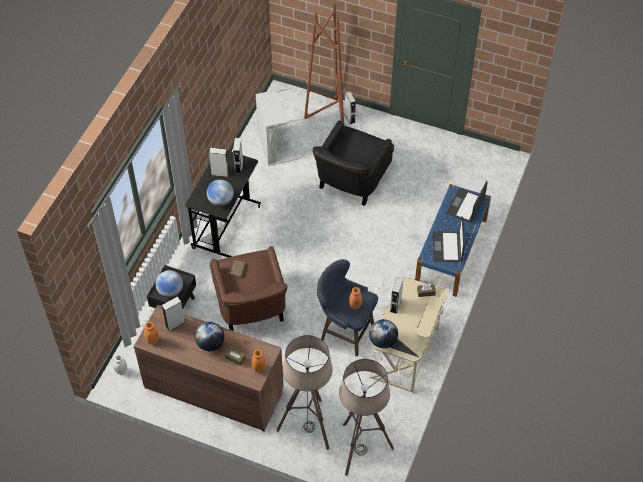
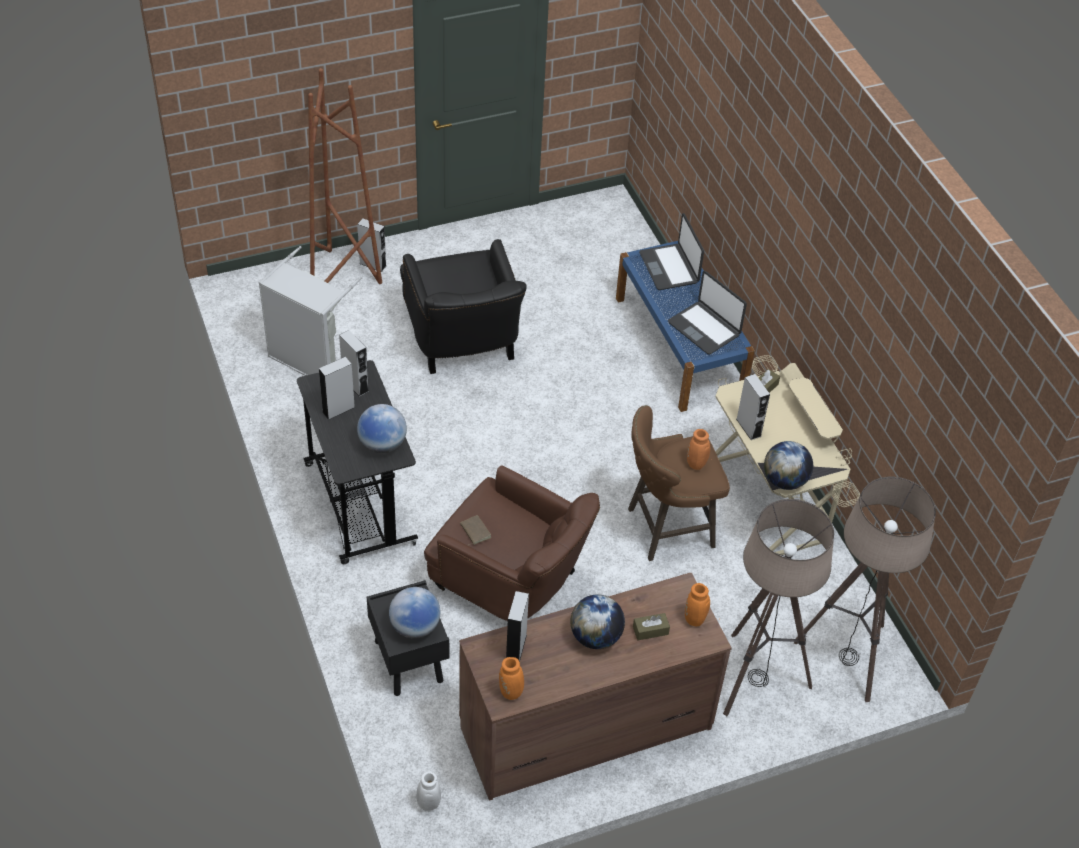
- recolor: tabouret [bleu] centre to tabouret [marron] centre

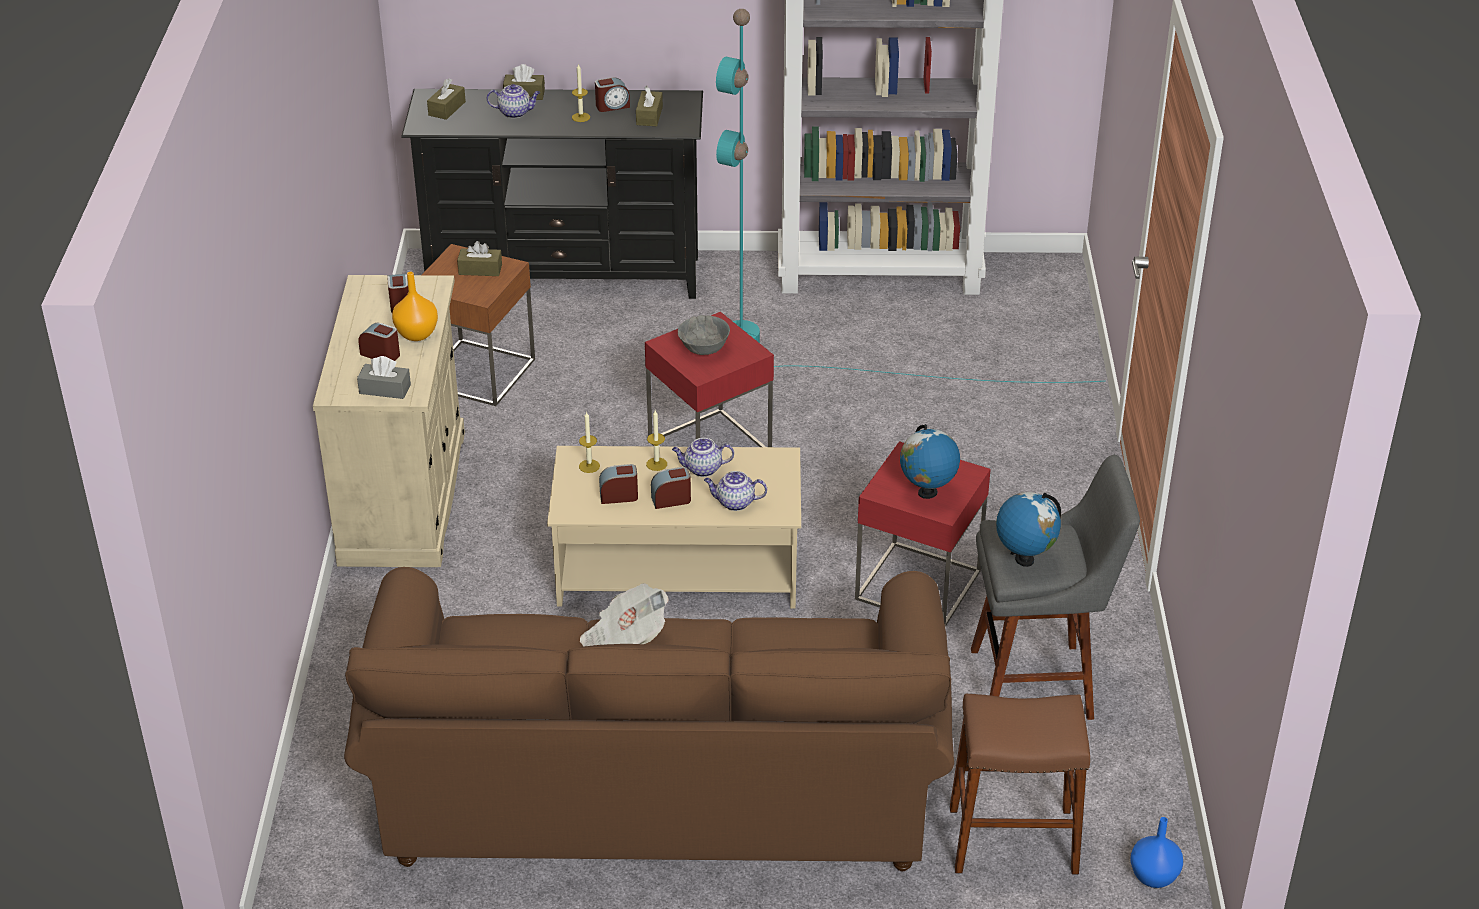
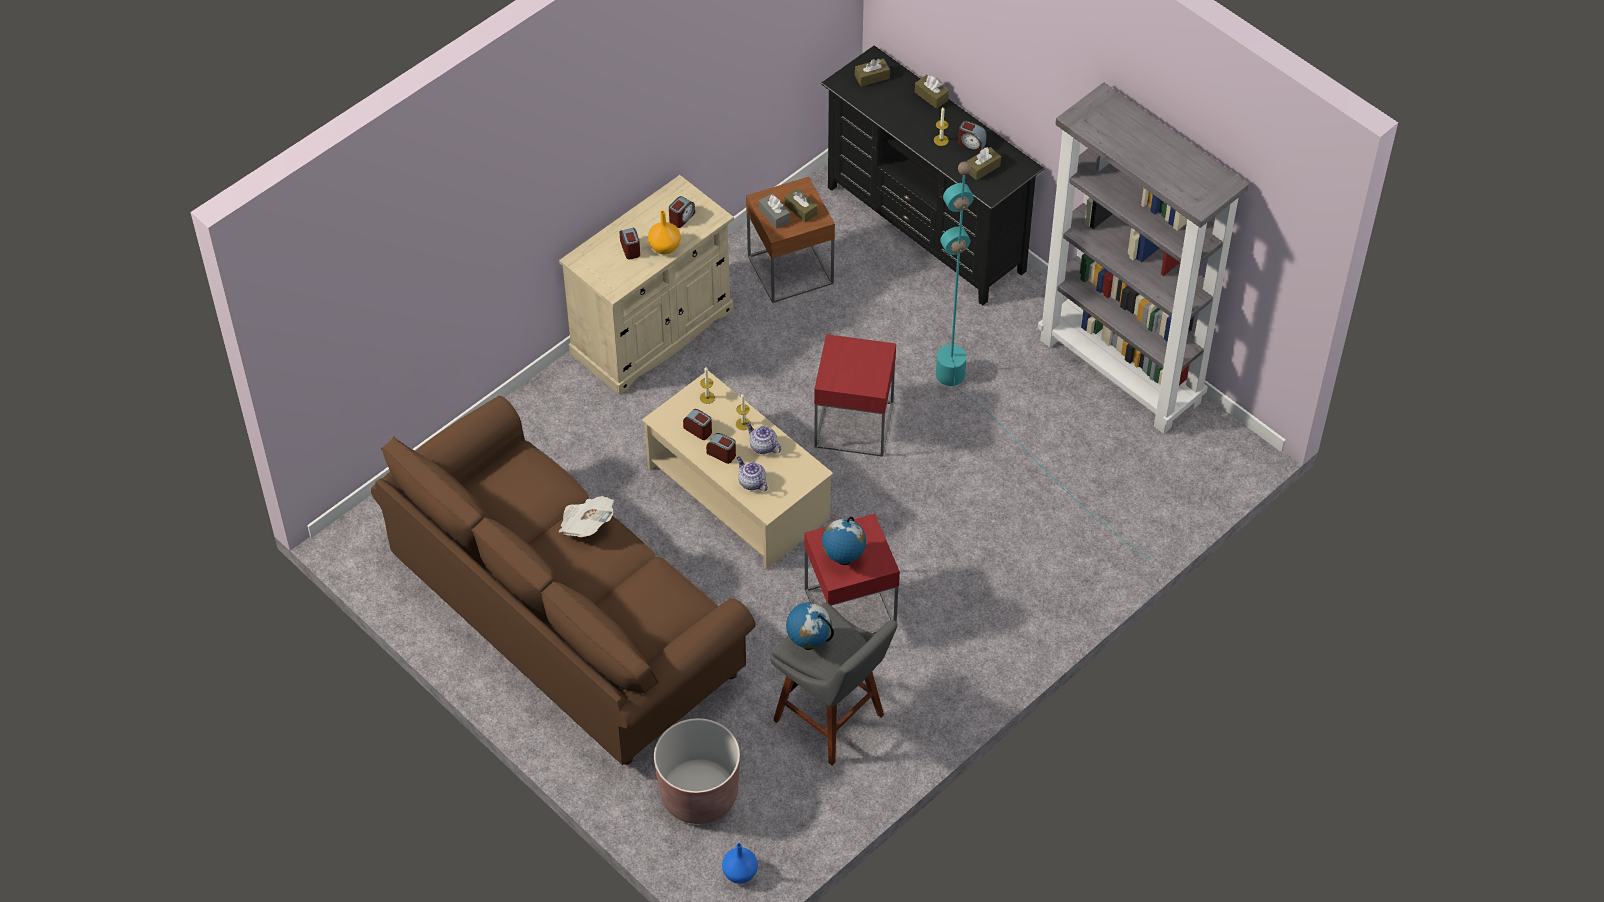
- move: boîte à mouchoirs [gris] middle left to top centre
- delete: théière (1st from left) top centre
- delete: bol [gris] centre
- replace: tabouret [marron] bottom right to cache-pot [marron] bottom centre

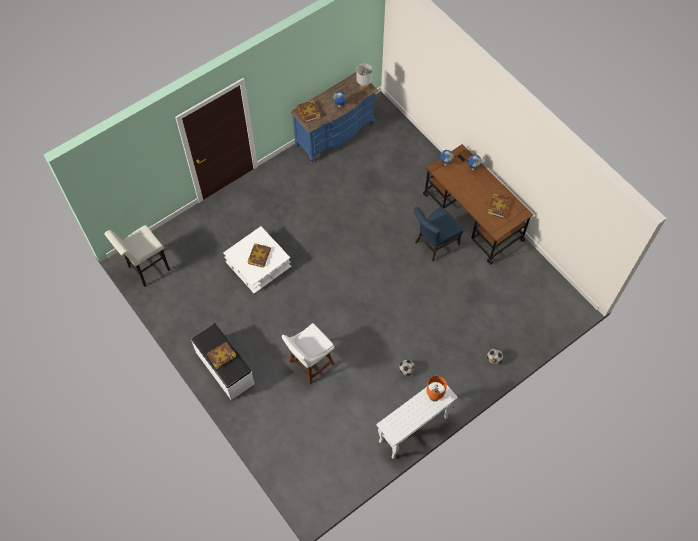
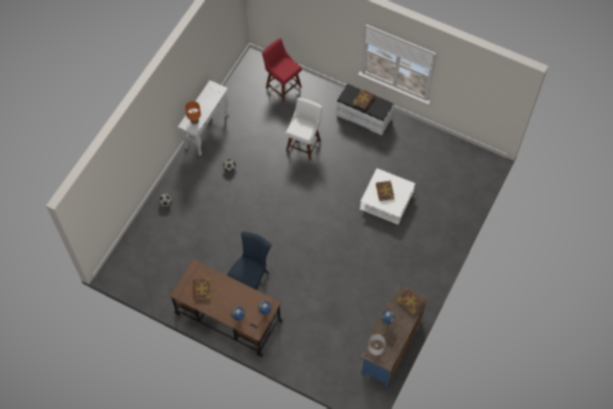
- delete: tabouret [blanc] (1st from left) middle left
- insert: tabouret [rouge] top centre

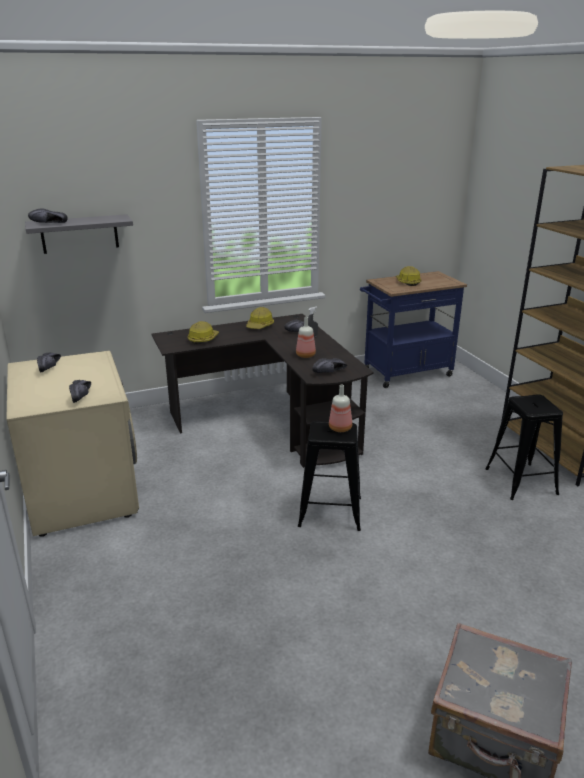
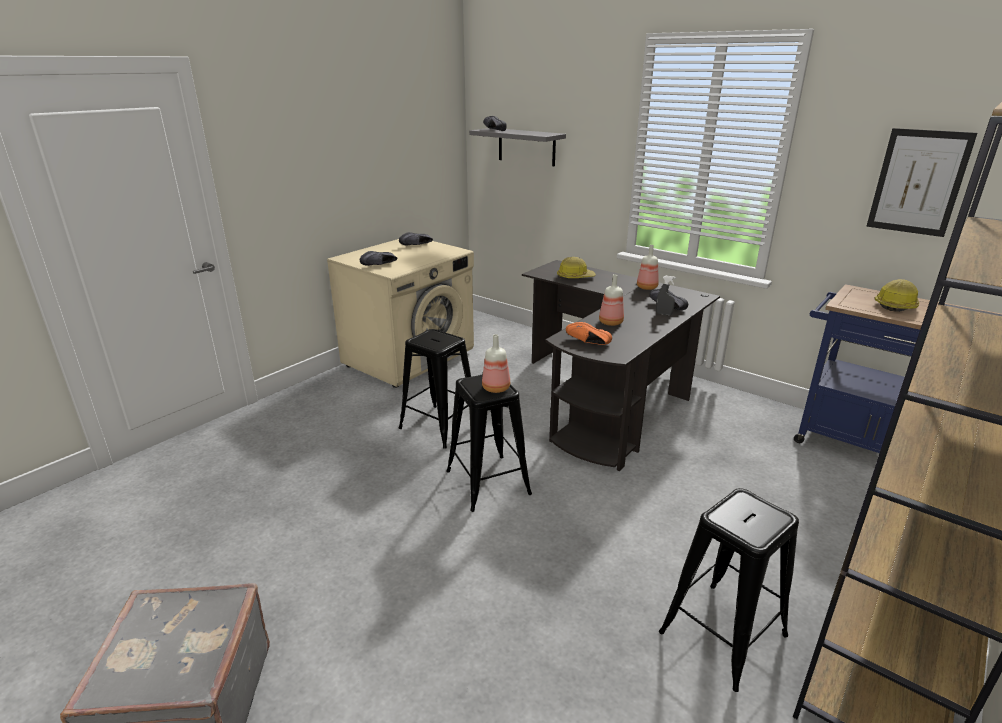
- replace: casque de chantier (2nd from left) centre to bouteille (3rd from left) centre
- recolor: chaussure [noir] (5th from left) centre to chaussure [orange] centre
- insert: tabouret [noir] (1st from left) centre
- insert: tableau top right

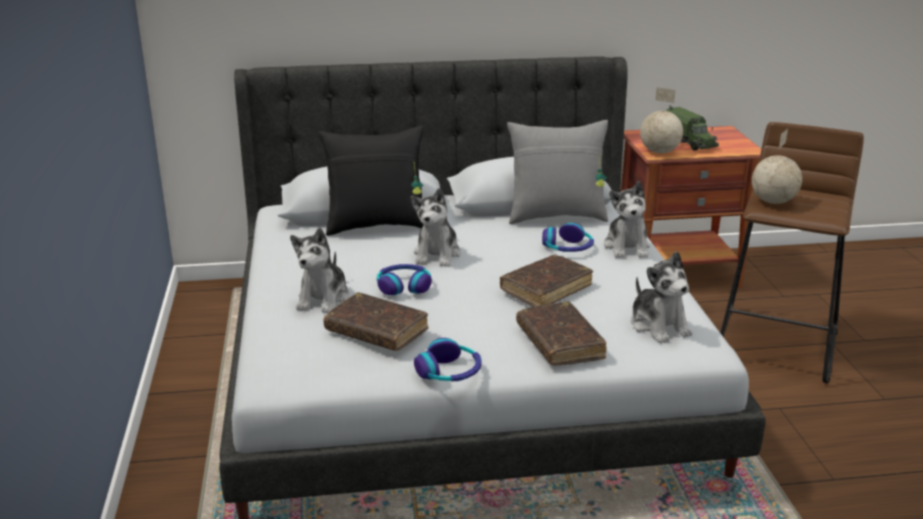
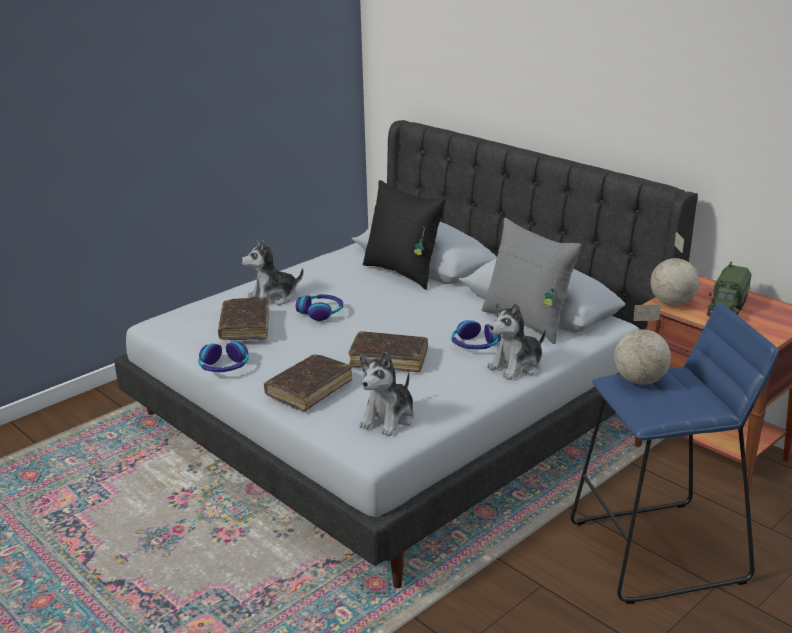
- delete: peluche (2nd from left) centre
- recolor: tabouret [marron] middle right to tabouret [bleu] bottom right

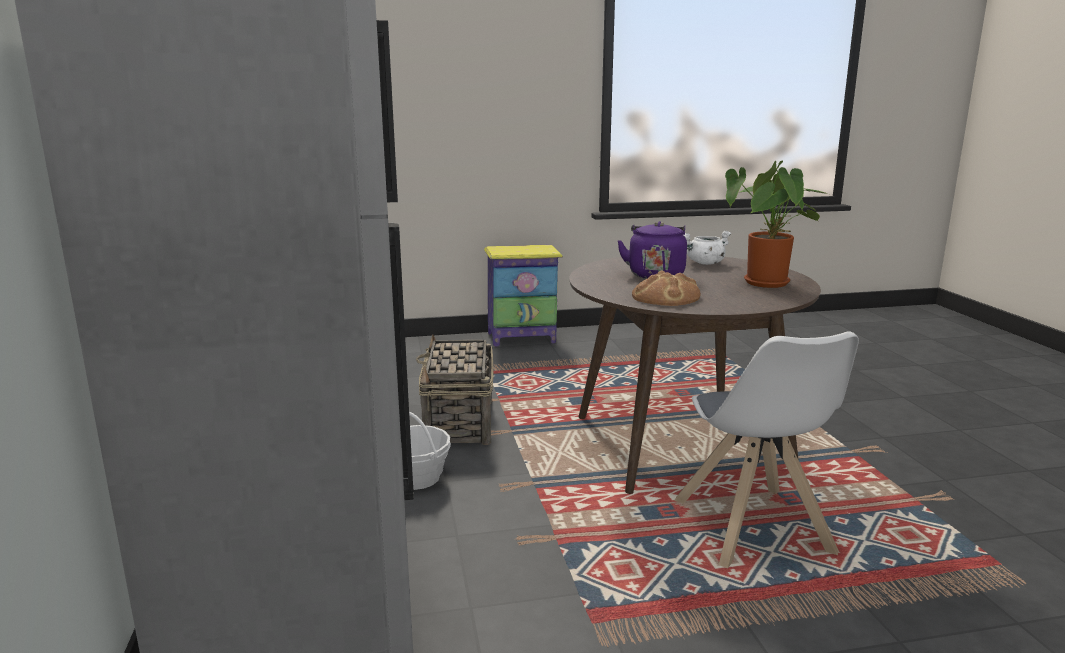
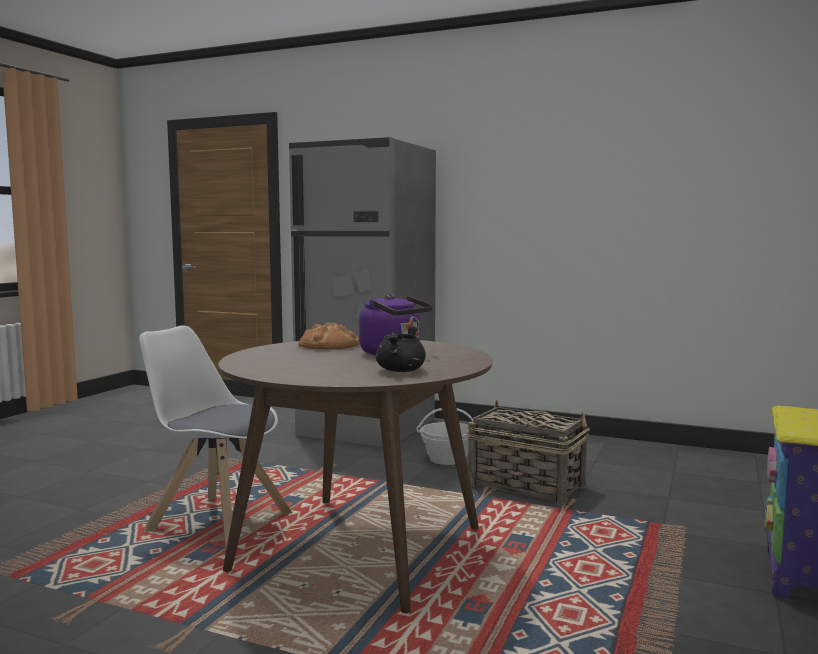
- recolor: marmite [blanc] centre to marmite [noir] centre
- delete: plante en pot middle right

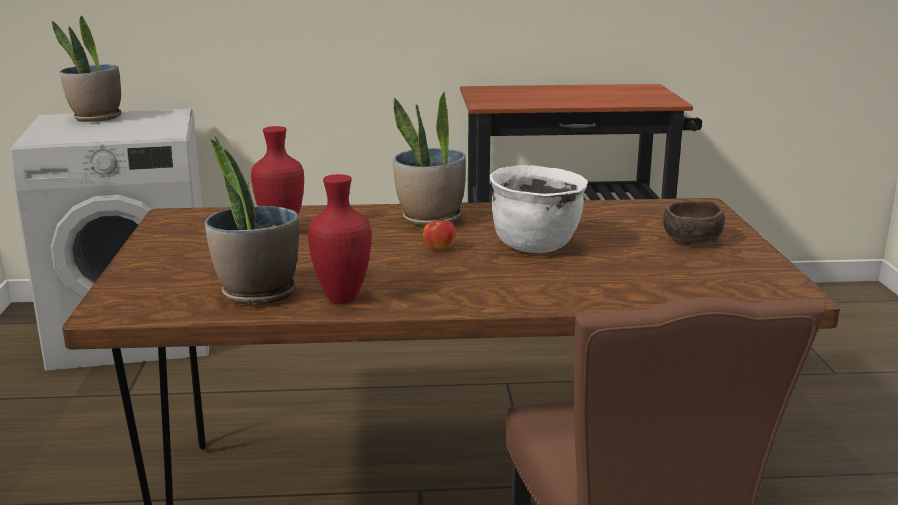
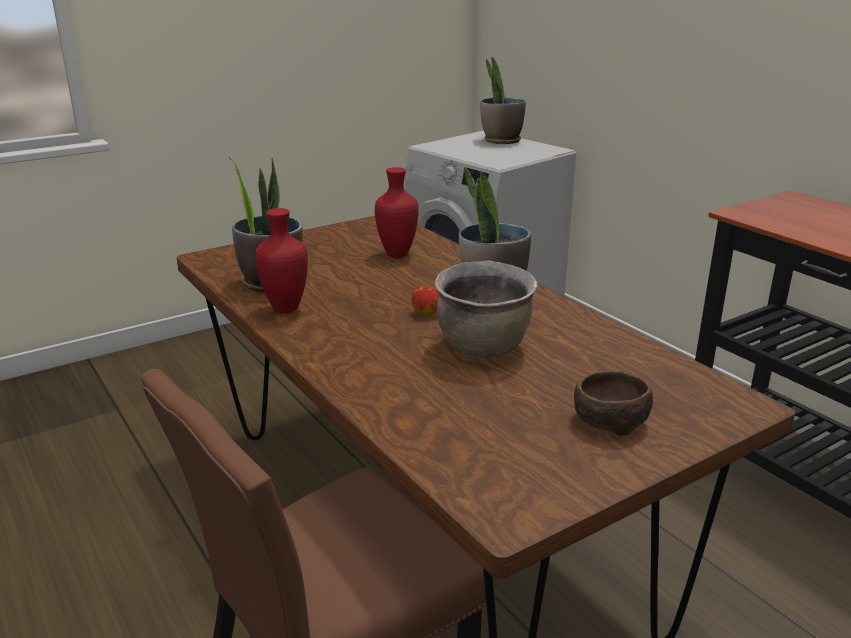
- recolor: marmite [blanc] centre to marmite [marron] centre

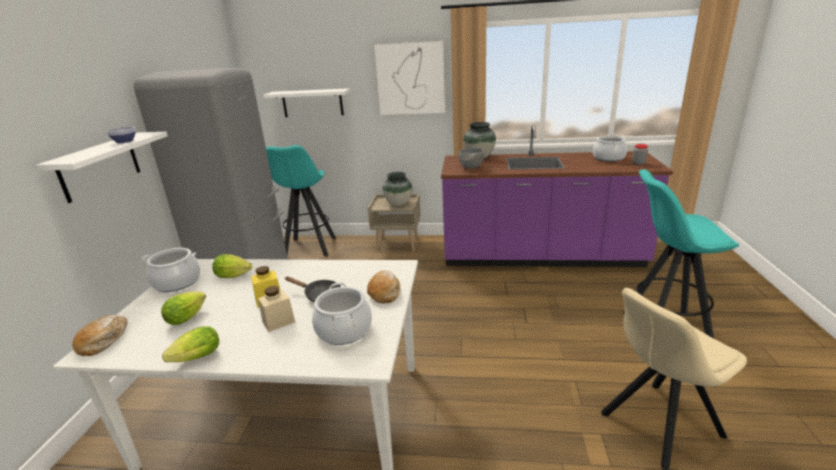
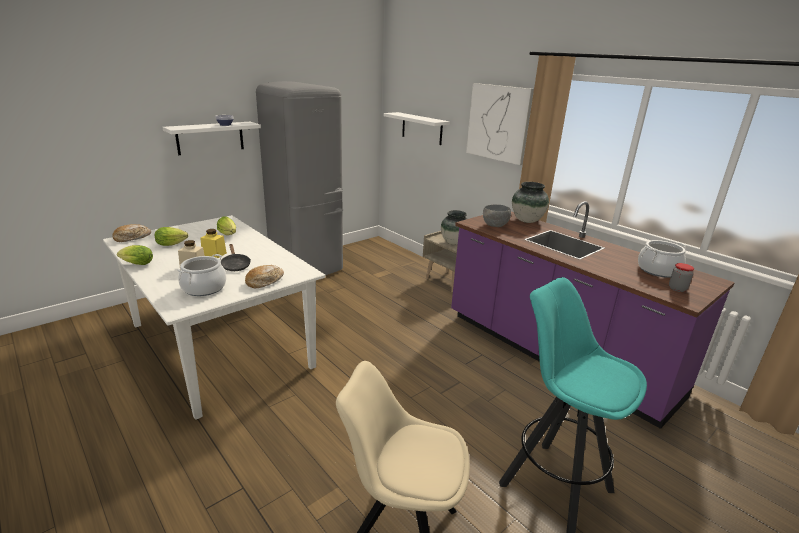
- delete: marmite (1st from left) middle left
- delete: tabouret [turquoise] (1st from left) centre

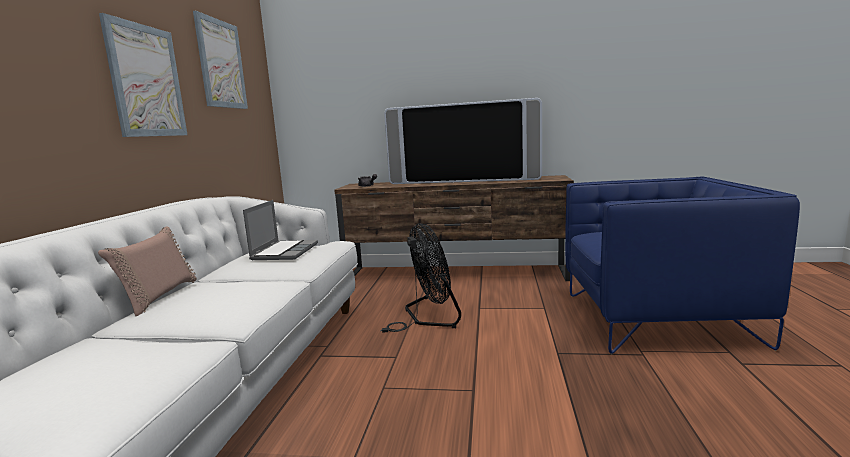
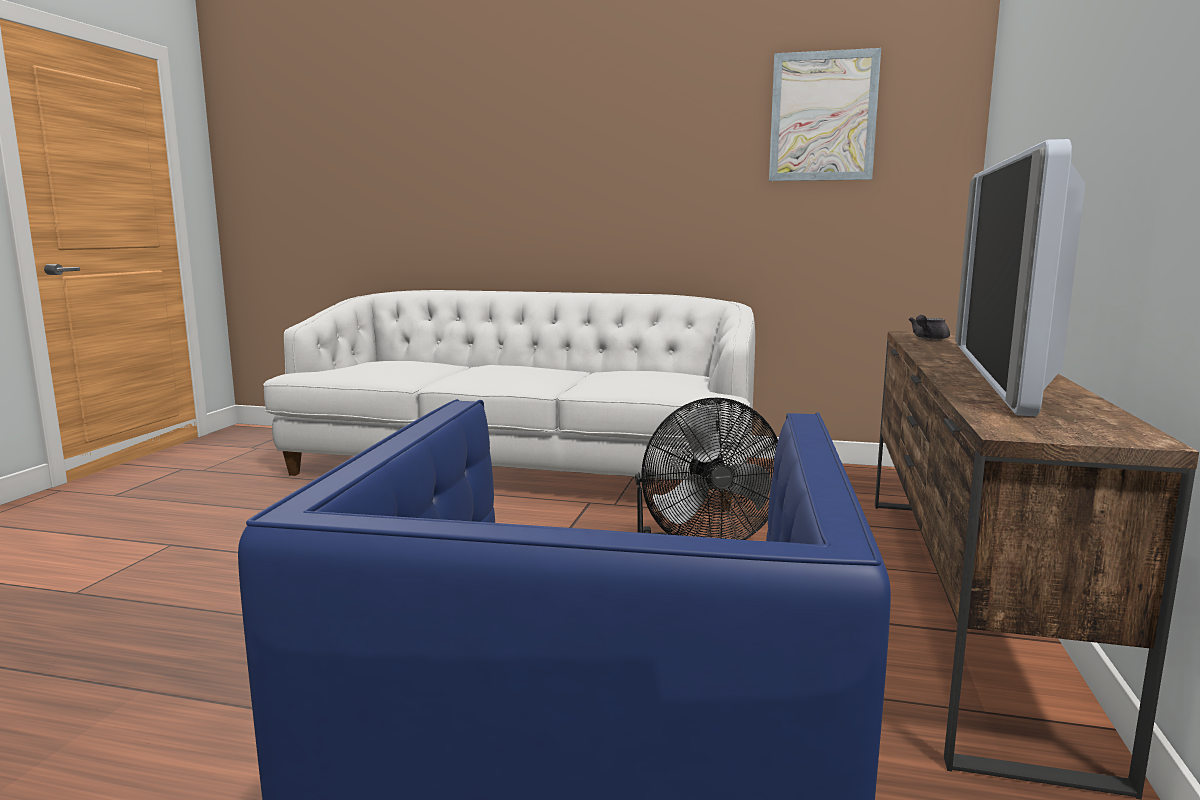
- delete: coussin [beige] middle left
- delete: tableau (1st from left) top left
- delete: ordinateur portable middle left

